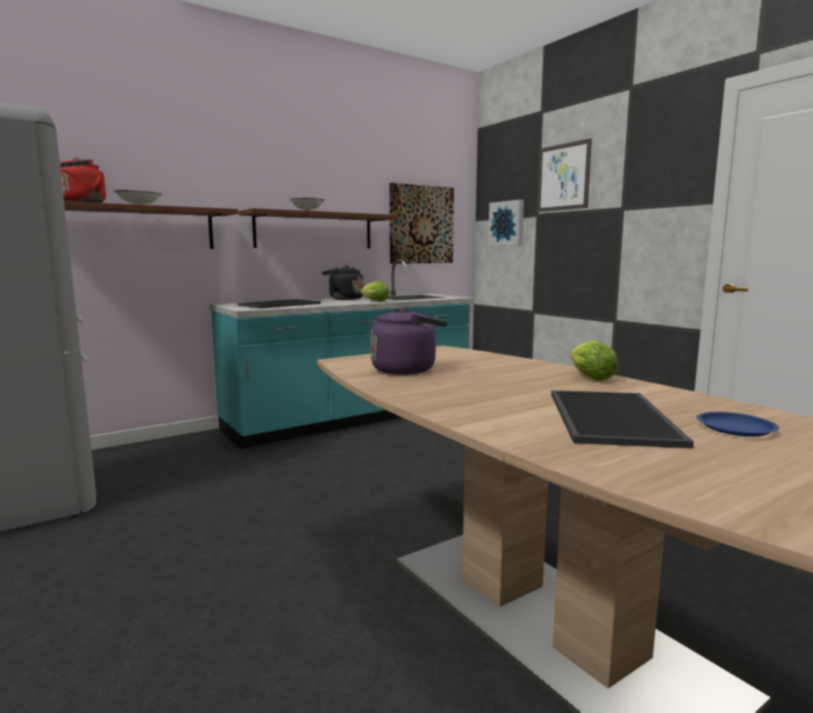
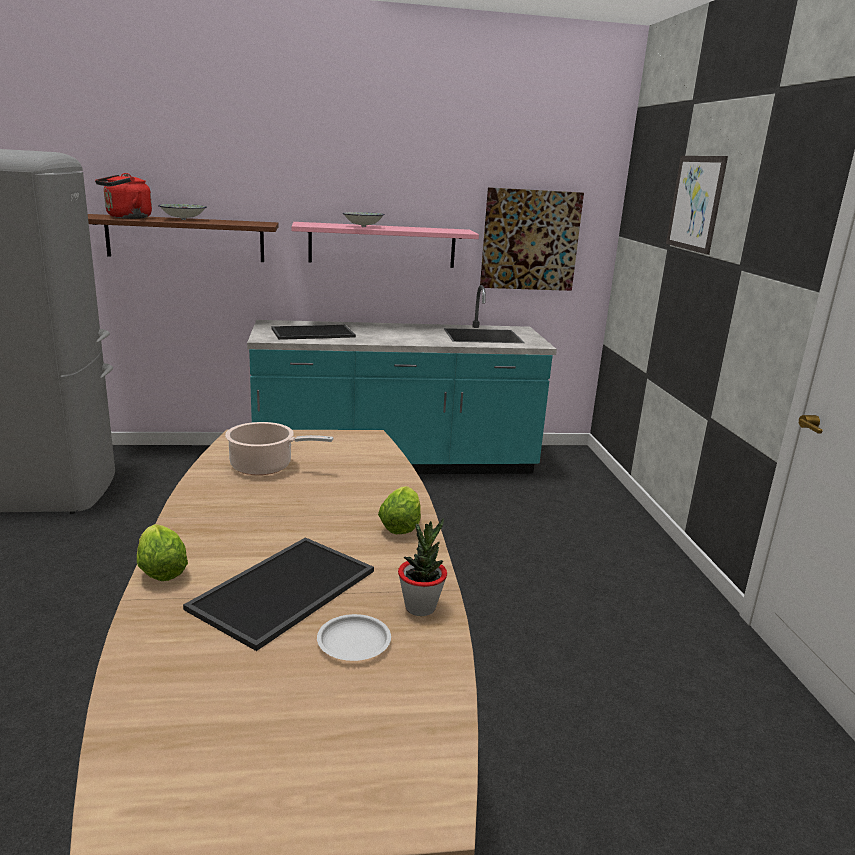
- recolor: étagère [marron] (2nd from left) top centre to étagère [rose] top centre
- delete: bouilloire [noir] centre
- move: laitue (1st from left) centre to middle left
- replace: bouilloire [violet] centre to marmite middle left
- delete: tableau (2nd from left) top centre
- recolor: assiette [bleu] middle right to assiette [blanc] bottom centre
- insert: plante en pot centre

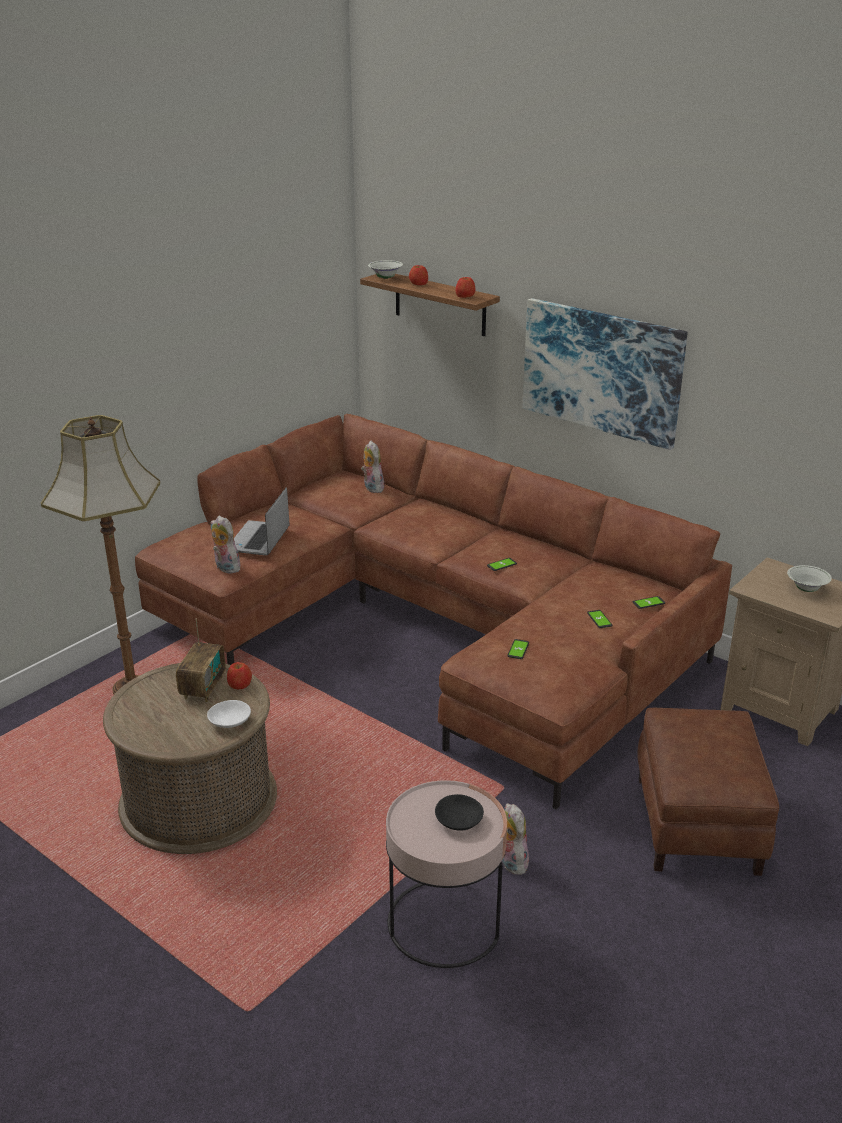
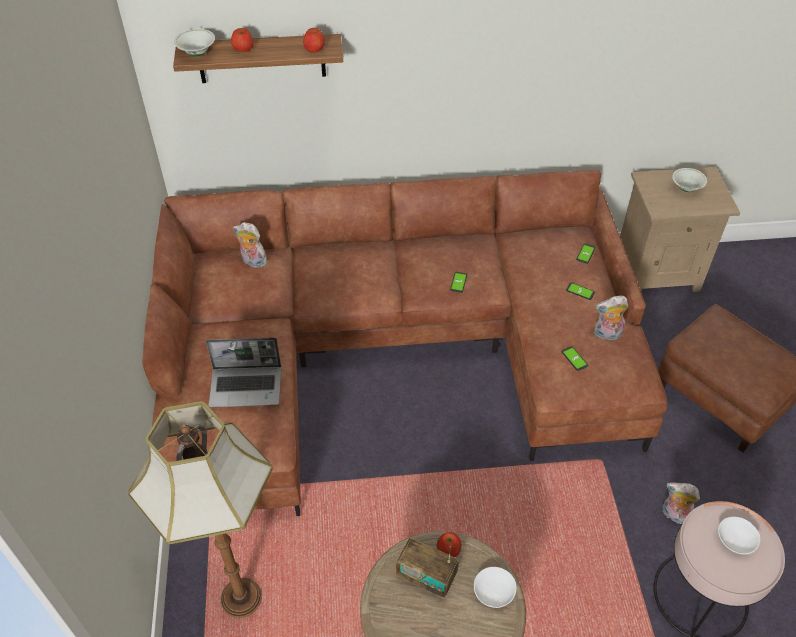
- rotate: radio middle left = bottom centre 150 degrees clockwise
- move: peluche (1st from left in the first image) middle left to peluche (2nd from left) middle right
- rotate: ordinateur portable middle left = middle left 60 degrees counterclockwise
- recolor: bol [noir] bottom centre to bol [blanc] (4th from left) bottom right
- delete: tableau top right

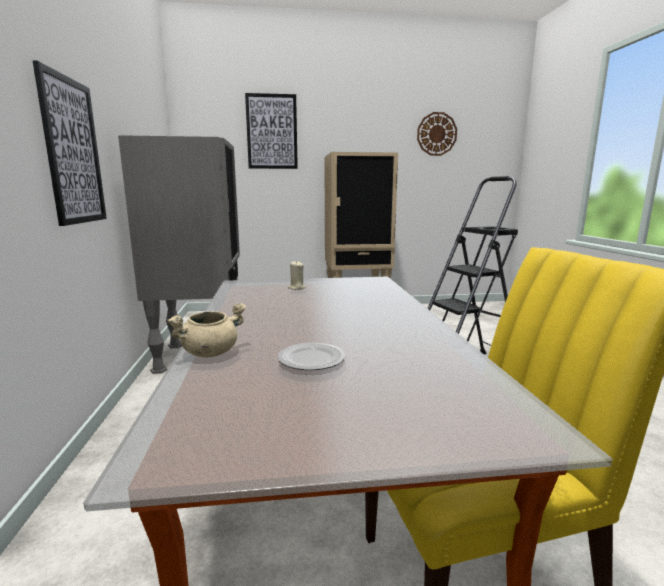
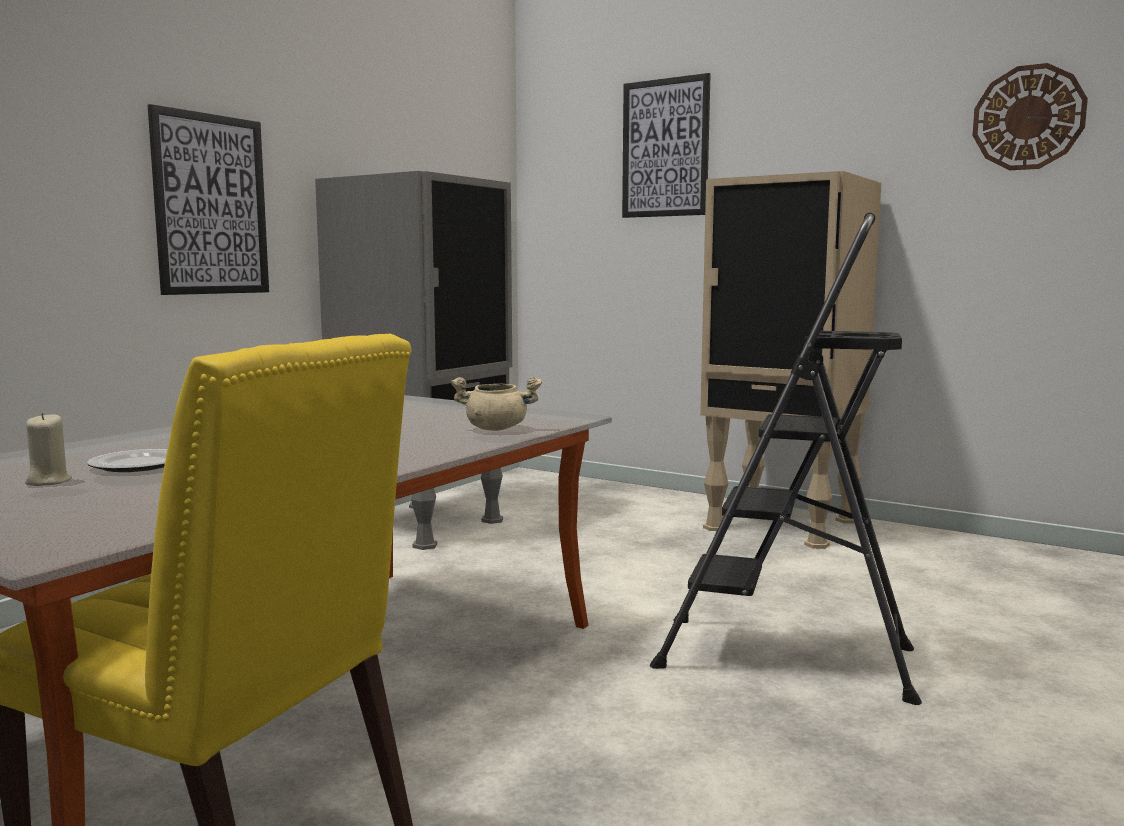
- move: marmite [beige] middle left to centre
- move: bougie [beige] centre to middle left

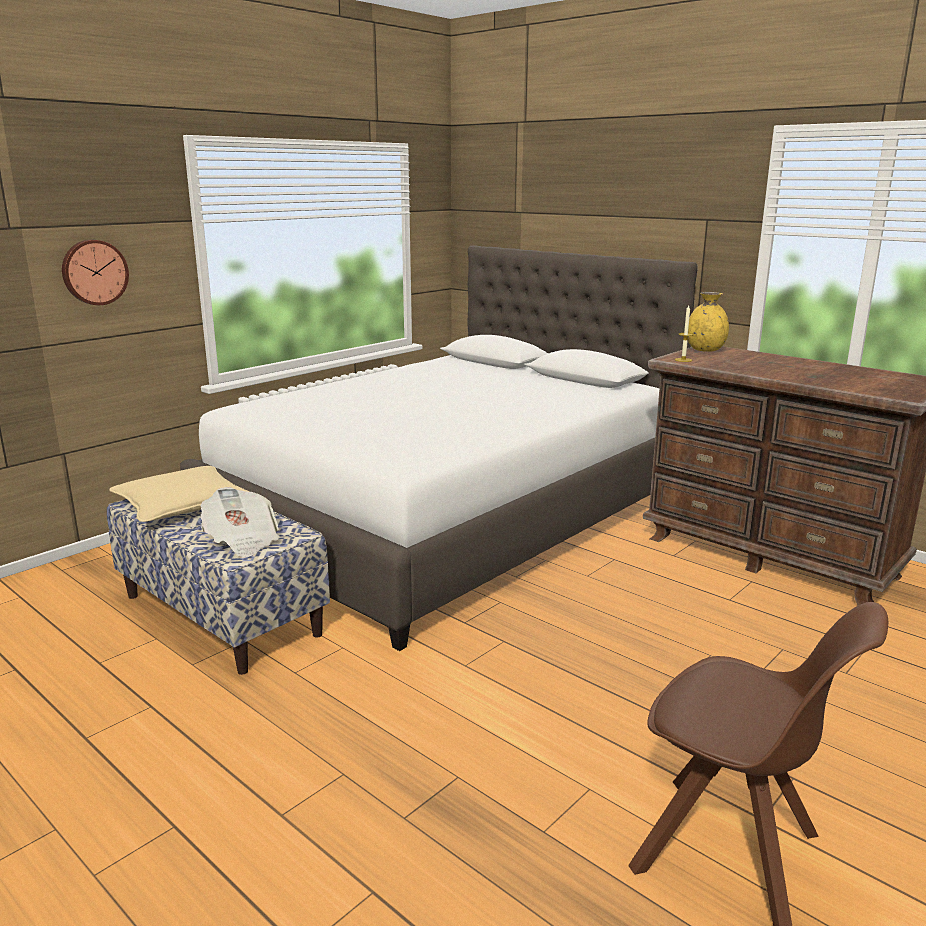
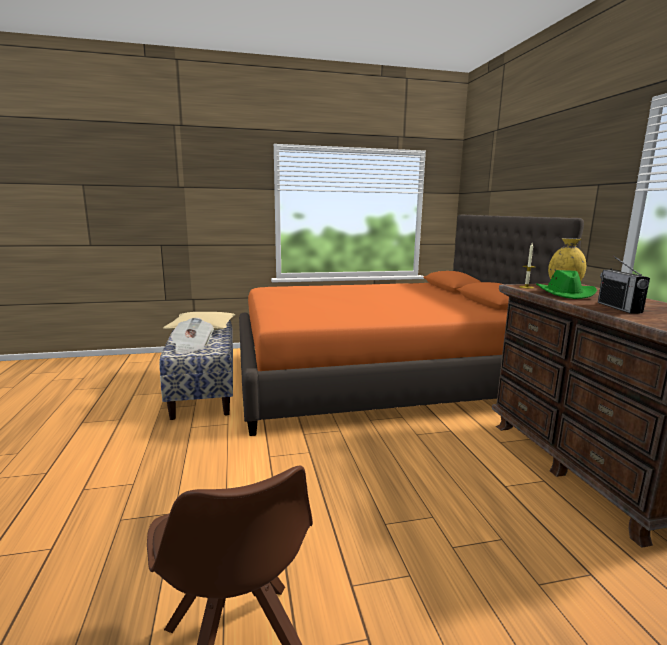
- delete: horloge murale top left
- recolor: lit [blanc] centre to lit [orange] centre
- insert: chapeau [vert] middle right
- insert: radio middle right

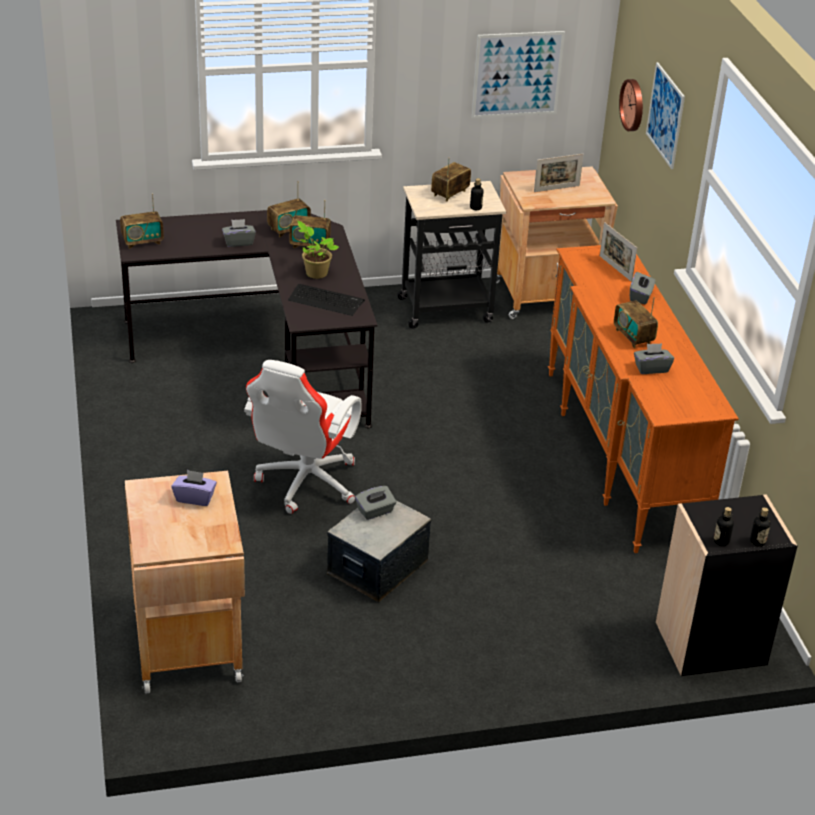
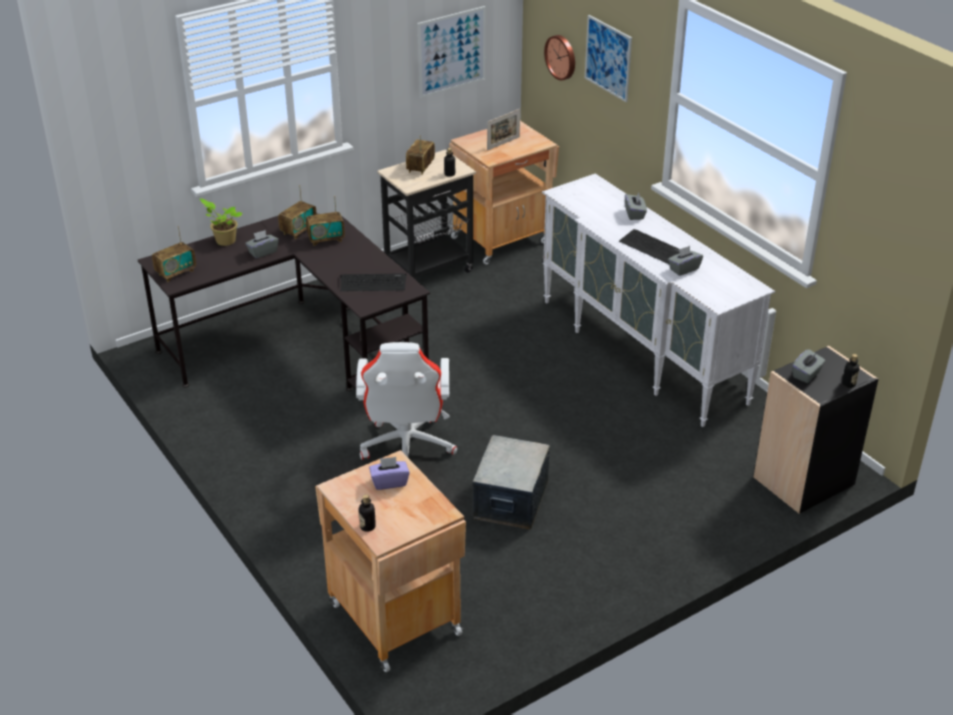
- move: plante en pot top centre to top left
- move: boîte à mouchoirs [gris] (2nd from left in the first image) centre to boîte à mouchoirs [gris] (4th from left) middle right
- recolor: meuble de rangement [orange] middle right to meuble de rangement [blanc] middle right
- delete: cadre photo (2nd from left) top right
- replace: radio (5th from left) middle right to clavier (2nd from left) middle right
- move: bouteille (2nd from left in the first image) middle right to bouteille (1st from left) bottom centre

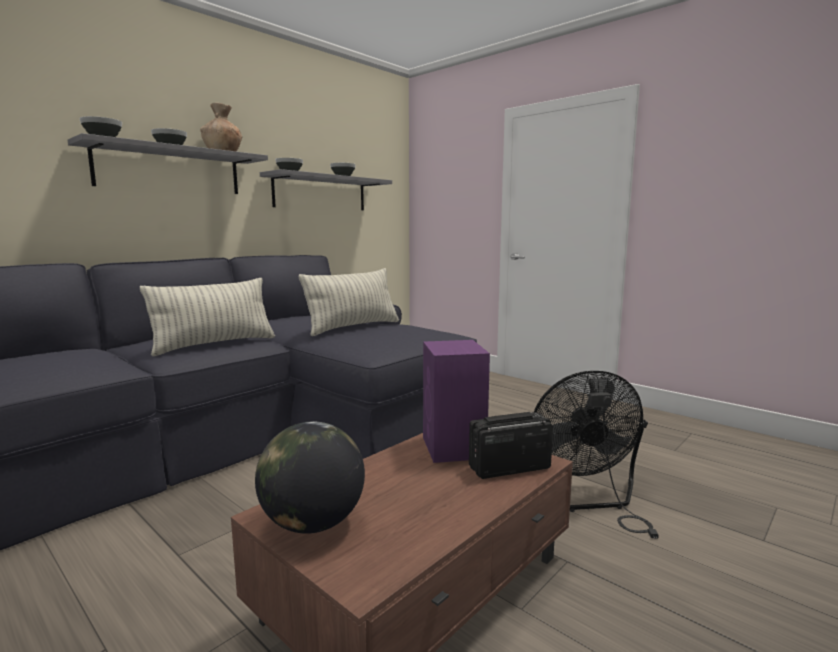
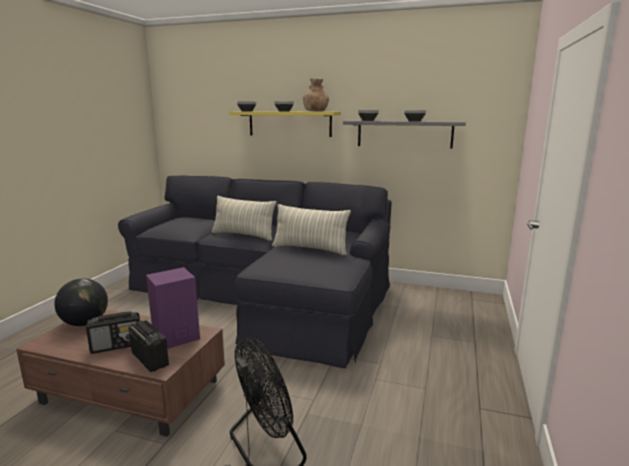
- recolor: étagère [gris] (1st from left) top left to étagère [jaune] top centre
- insert: radio (1st from left) bottom left

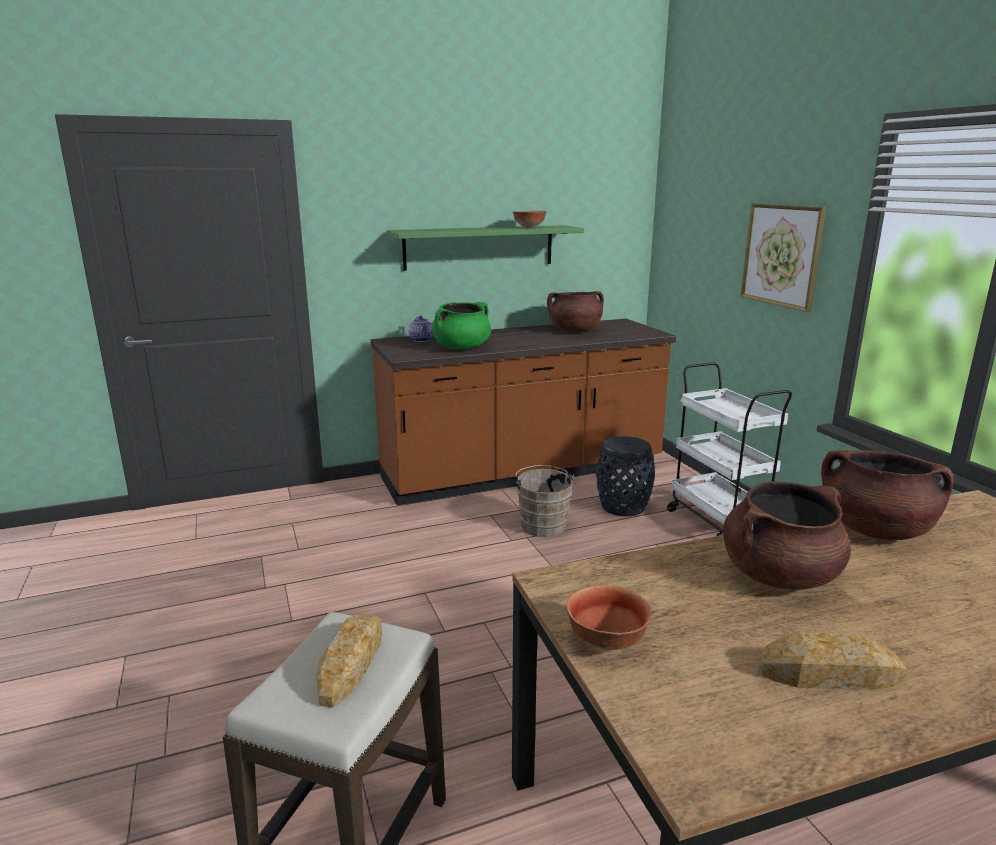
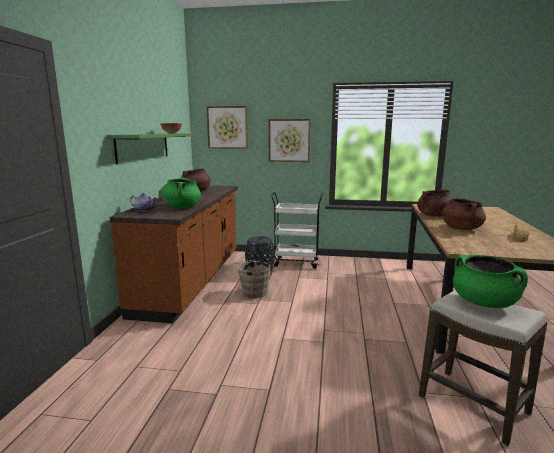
- replace: pain (1st from left) bottom centre to marmite [vert] (2nd from left) middle right
- delete: bol (2nd from left) bottom centre
- insert: tableau (1st from left) top centre

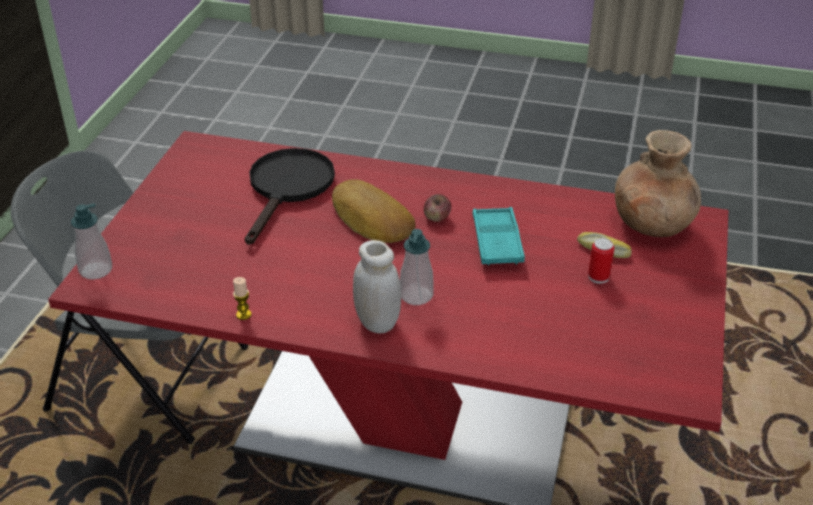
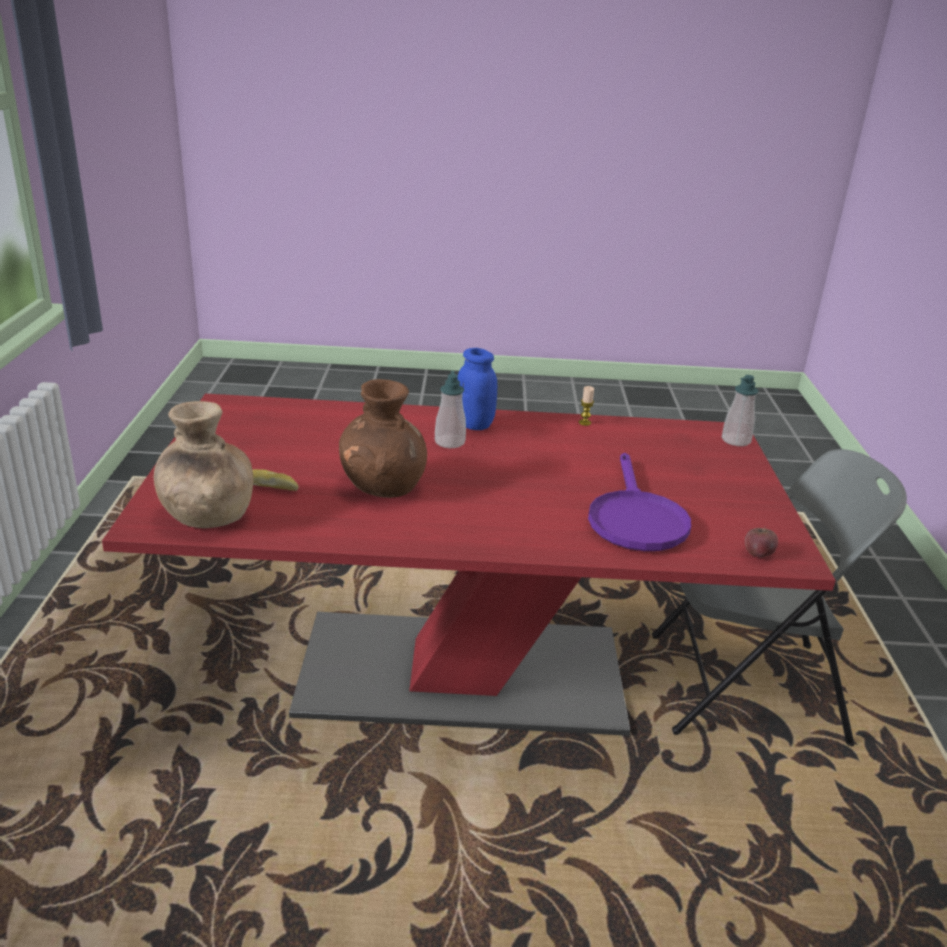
- recolor: poêle [noir] centre to poêle [violet] middle right
- delete: pain (1st from left) centre
- recolor: bocal [blanc] centre to bocal [bleu] centre
- move: pomme centre to middle right
- replace: plateau [turquoise] centre to vase [marron] (2nd from left) centre
- delete: boîte métallique middle right

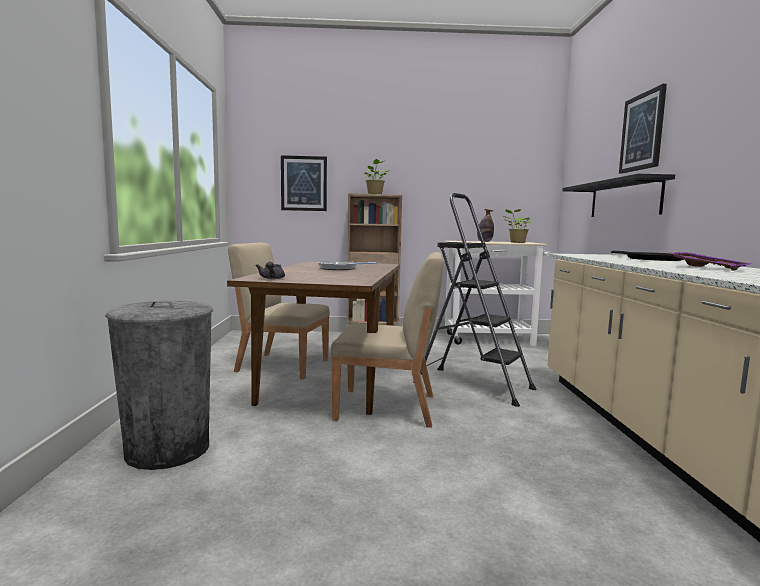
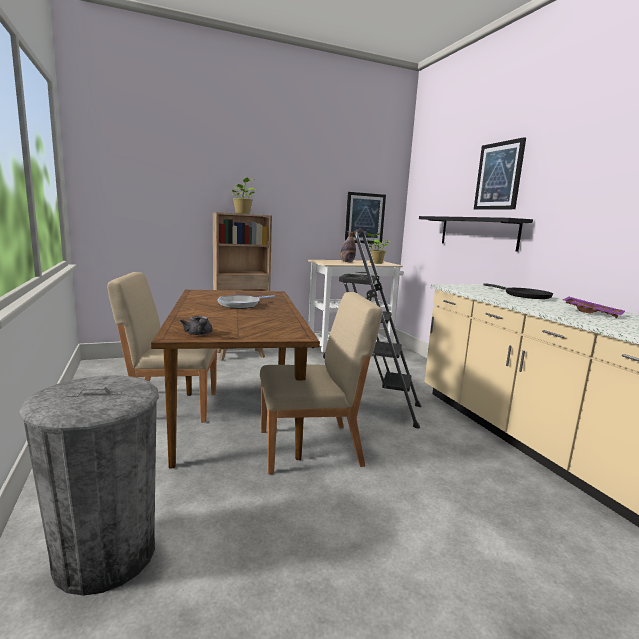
- move: tableau (1st from left) top centre to centre

